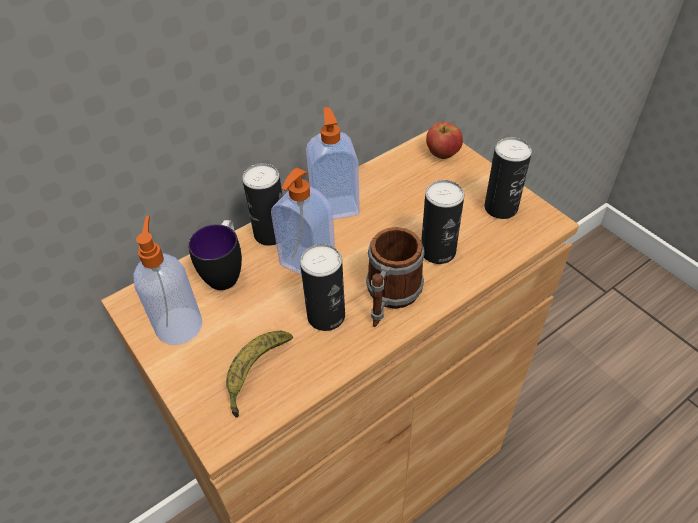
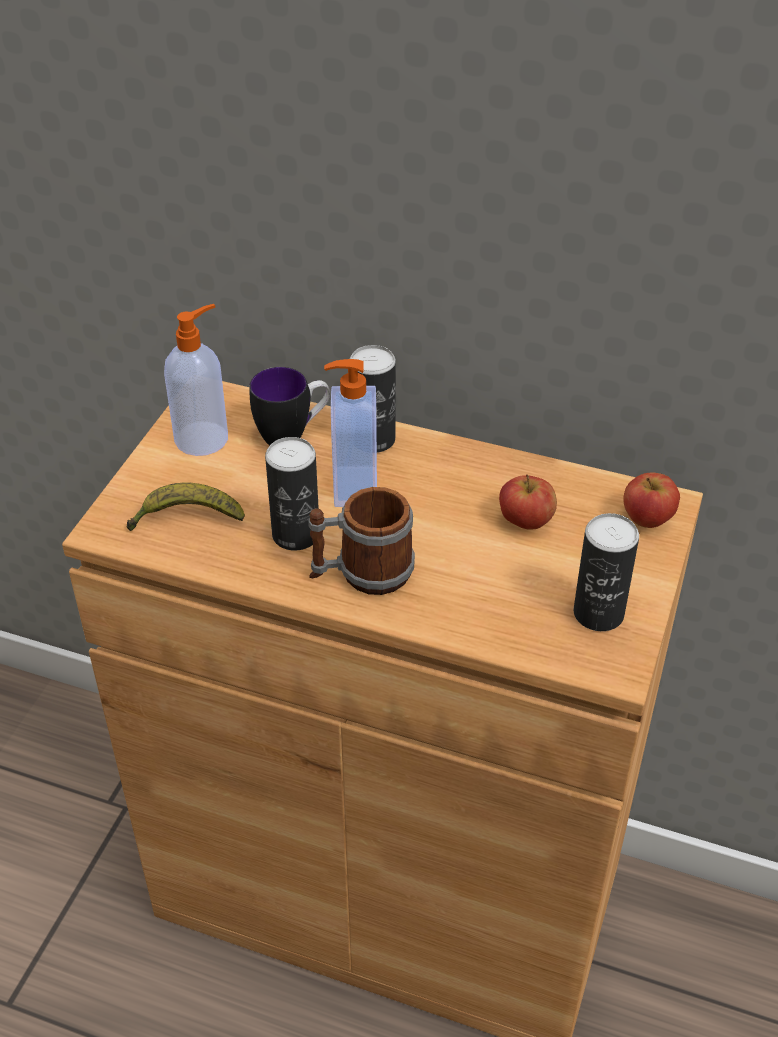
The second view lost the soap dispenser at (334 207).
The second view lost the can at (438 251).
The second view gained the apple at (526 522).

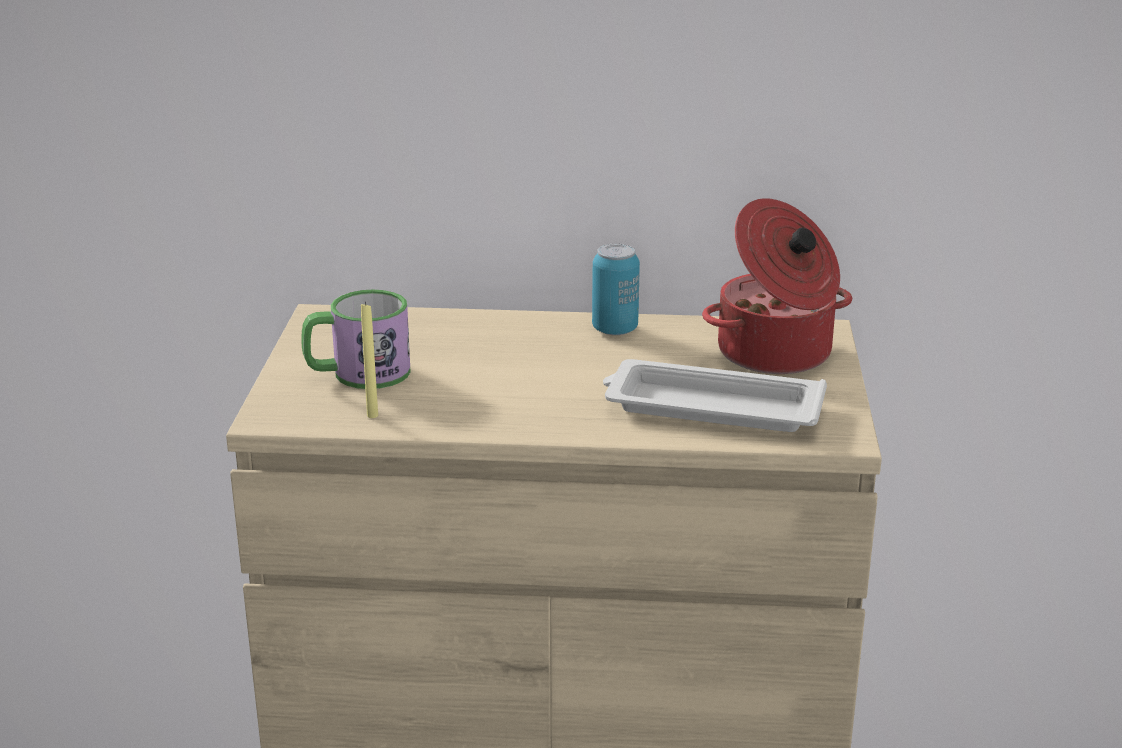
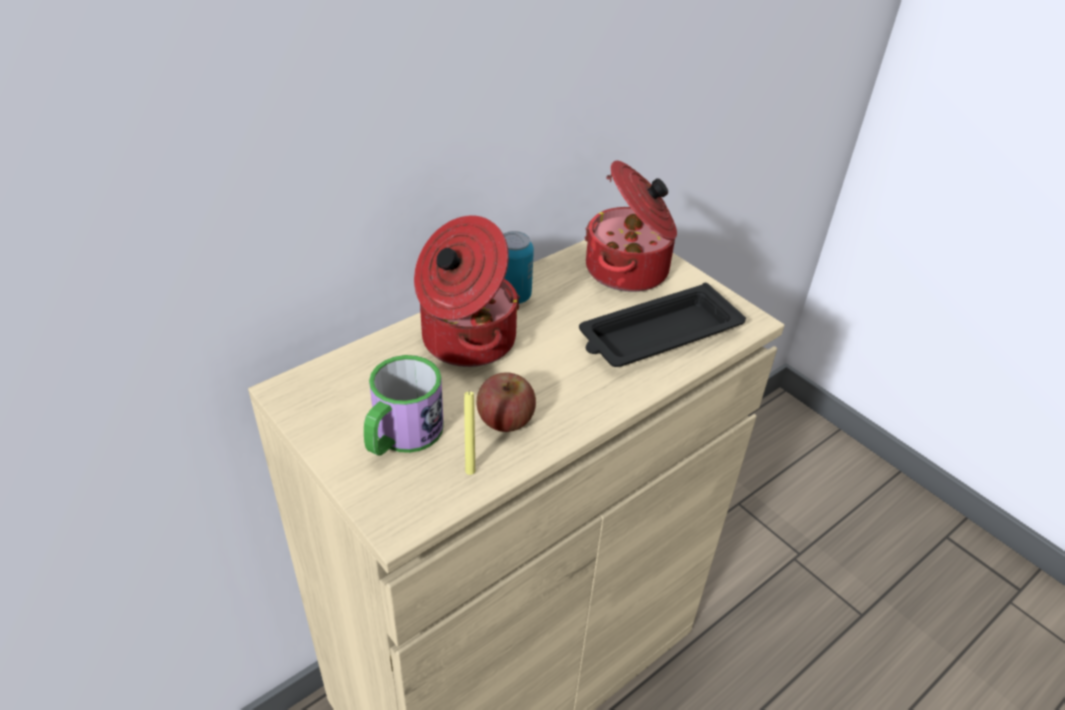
The second view gained the cooking pot at (466 340).
The second view gained the apple at (505 420).
What was the tray (white) at (710 408) turned into the tray (black) at (657 335).

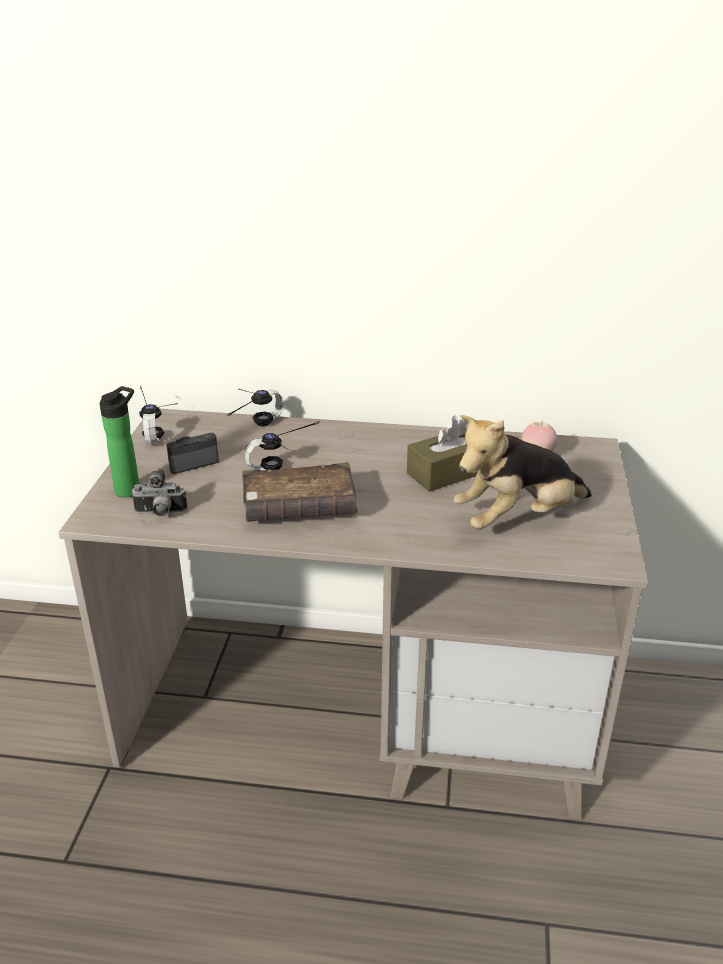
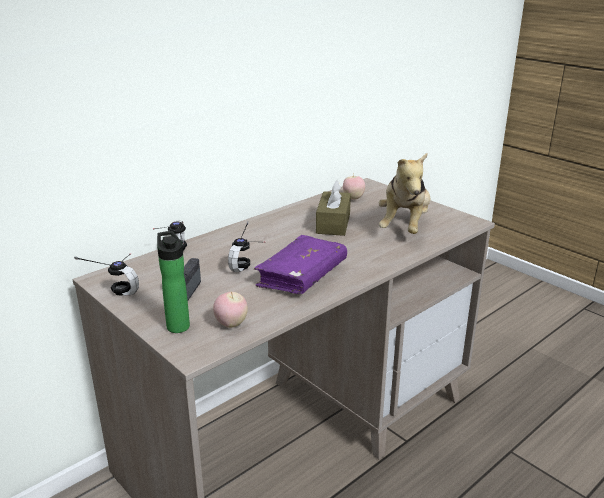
Where the photo camera stood at (160 513), the apple came to stand at (231 324).
What was the book (brown) at (299 507) turned into the book (purple) at (302 276).

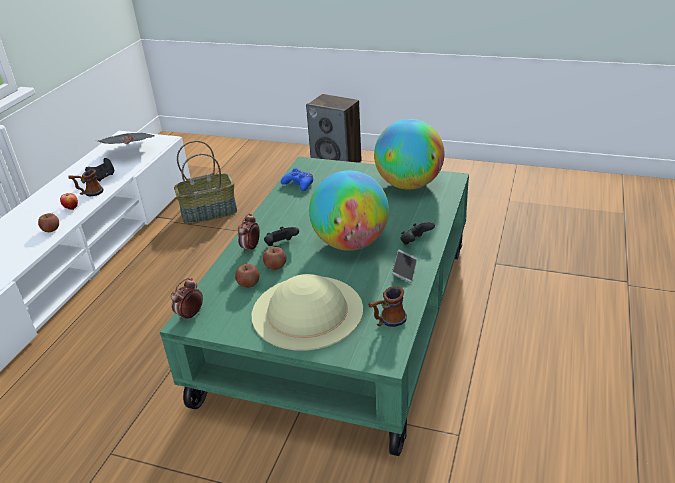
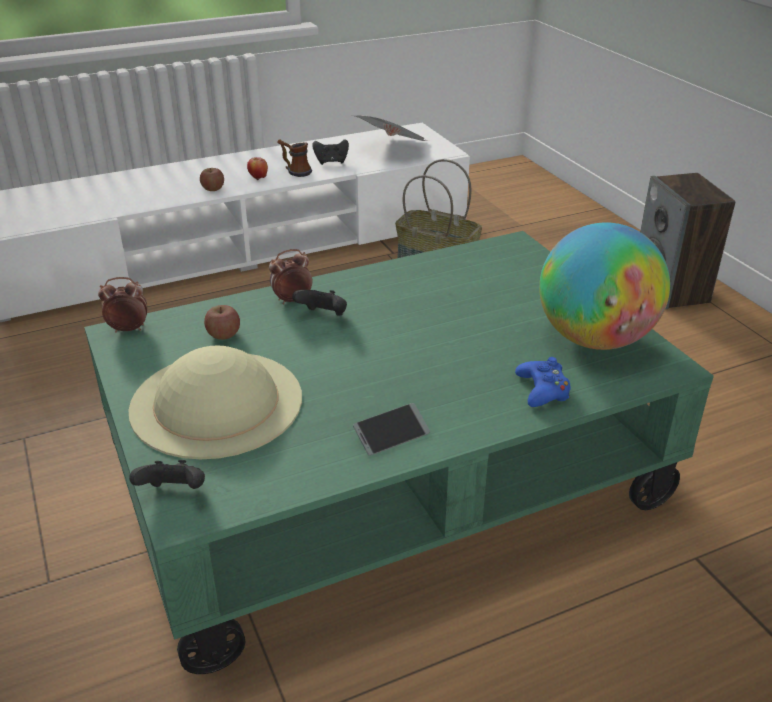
The second view lost the apple at (275 266).
The second view lost the globe at (350 243).
The second view lost the mug at (387 321).
The game controller (blue) ended up elsewhere, having gone from (299 184) to (542 390).
The game controller (black) ended up elsewhere, having gone from (415 242) to (174 493).

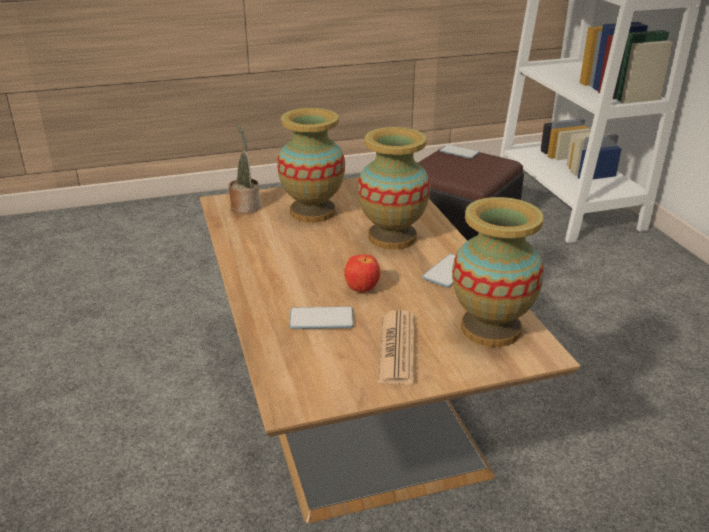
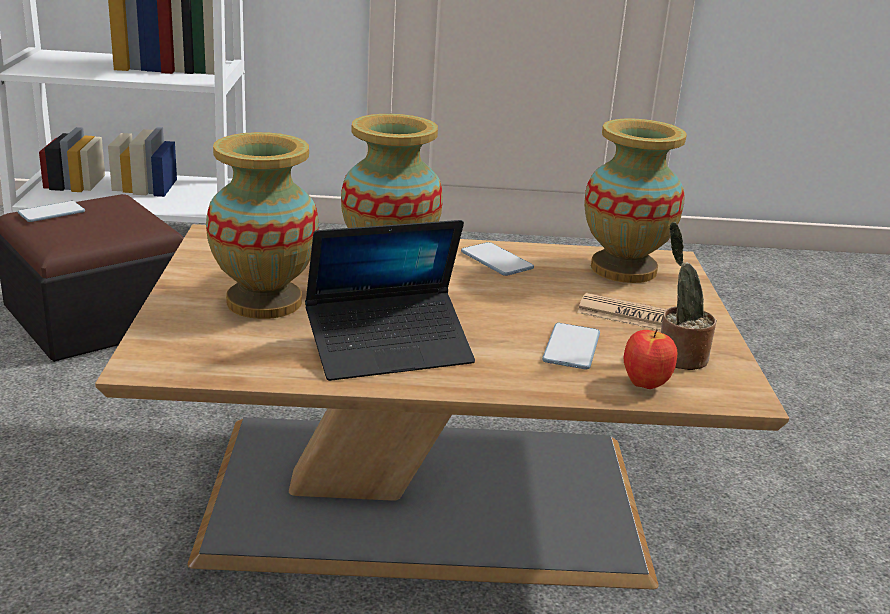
The second view gained the laptop at (389 349).
The potted plant ended up elsewhere, having gone from (245 206) to (678 357).
The apple ended up elsewhere, having gone from (362 289) to (644 384).

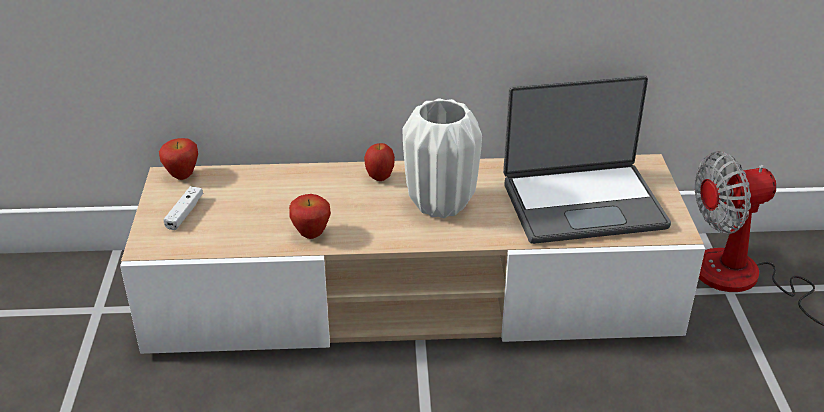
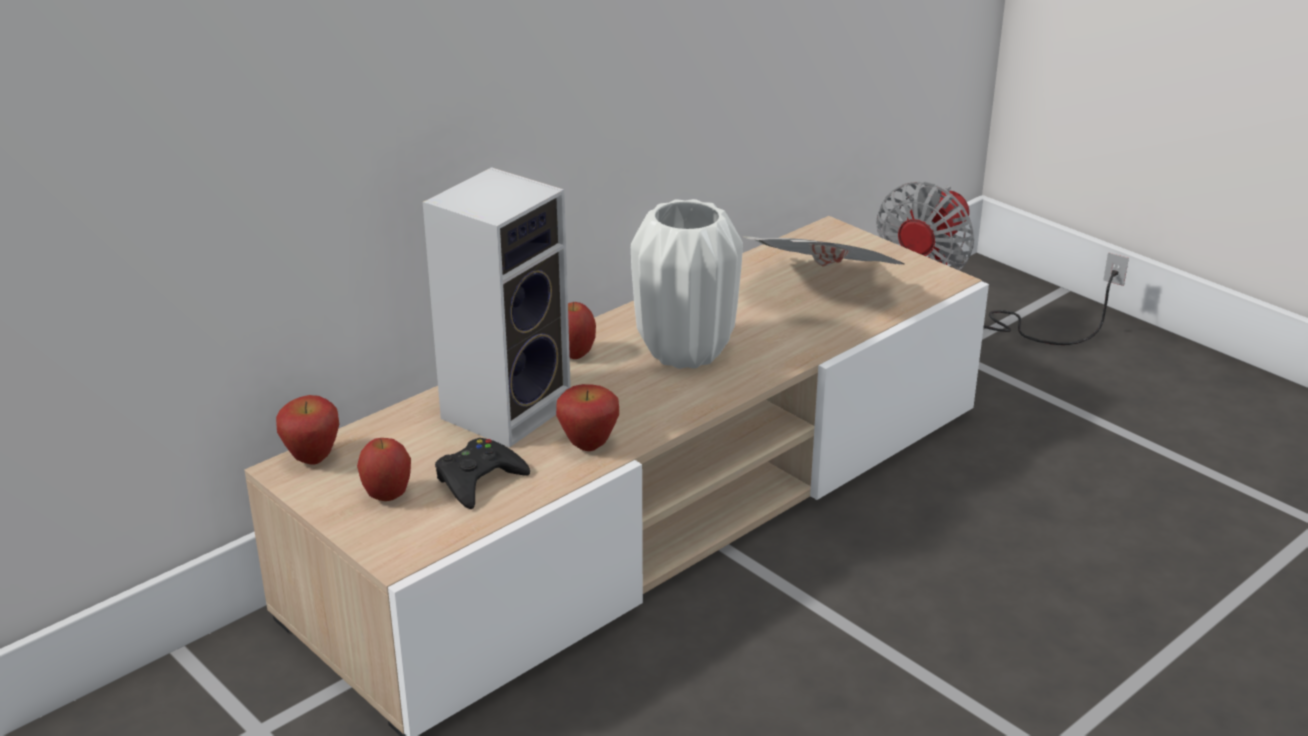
The second view gained the speaker at (507 408).
The second view gained the game controller (black) at (479 480).
Where the game controller (white) stood at (184 213), the apple came to stand at (387 496).
Where the laptop stood at (582 203), the newspaper came to stand at (825 290).

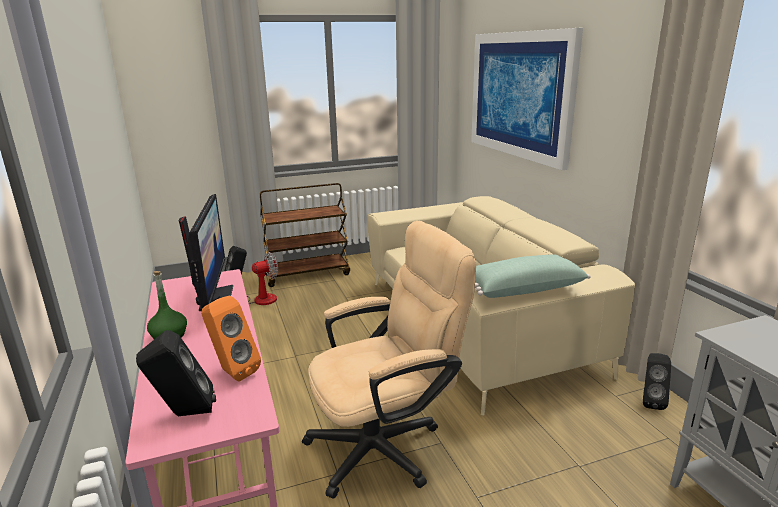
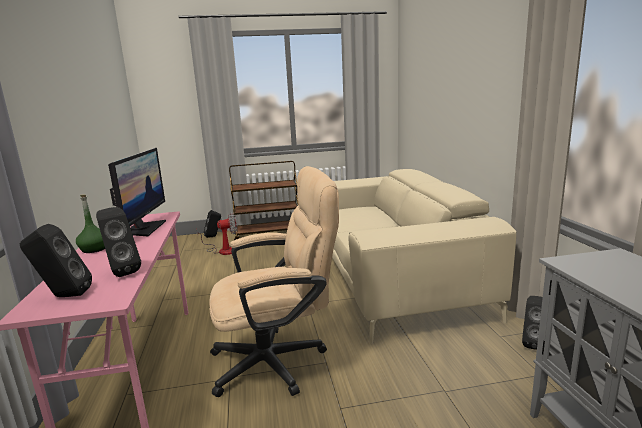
The second view lost the picture at (520 95).
The second view lost the pillow (green) at (522 288).
What was the speaker (orange) at (232 372) turned into the speaker (black) at (121 272).

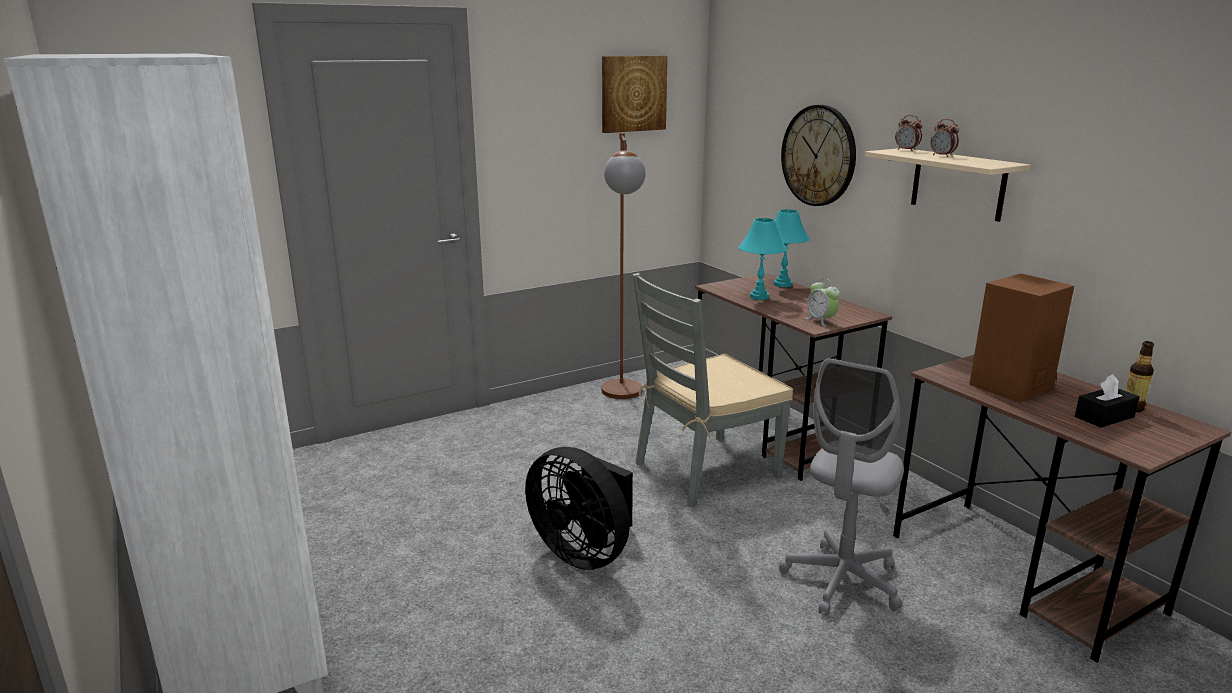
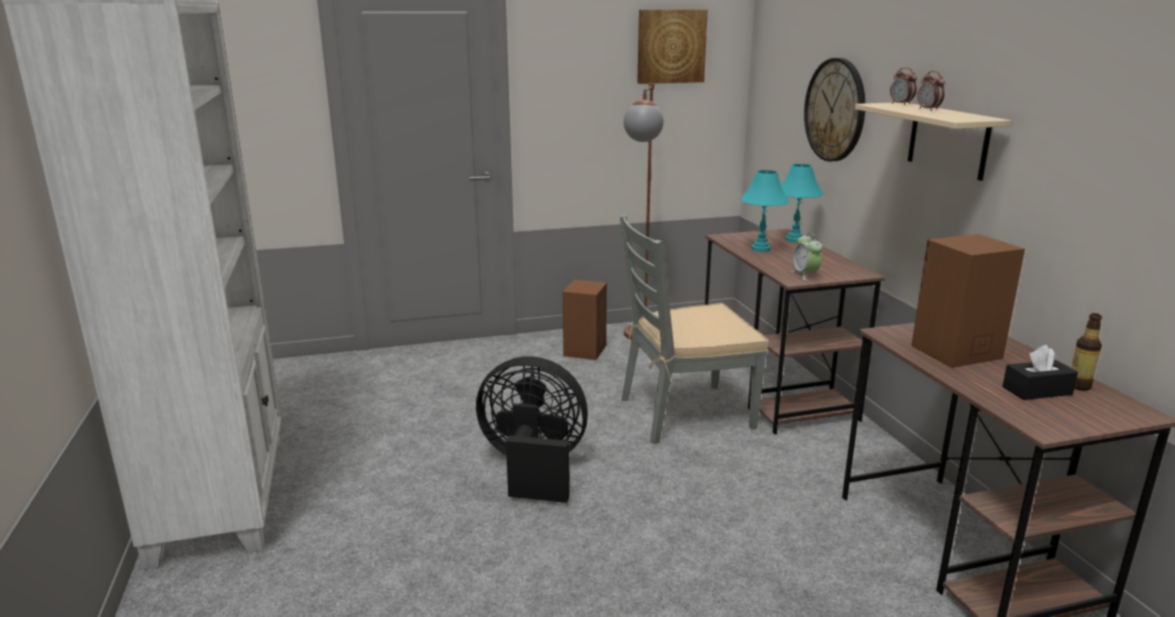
The second view lost the office chair (grey) at (842 581).
The second view gained the speaker (brown) at (585 350).
The fan (black) at (584 552) ended up facing another way, 135 degrees clockwise from before.

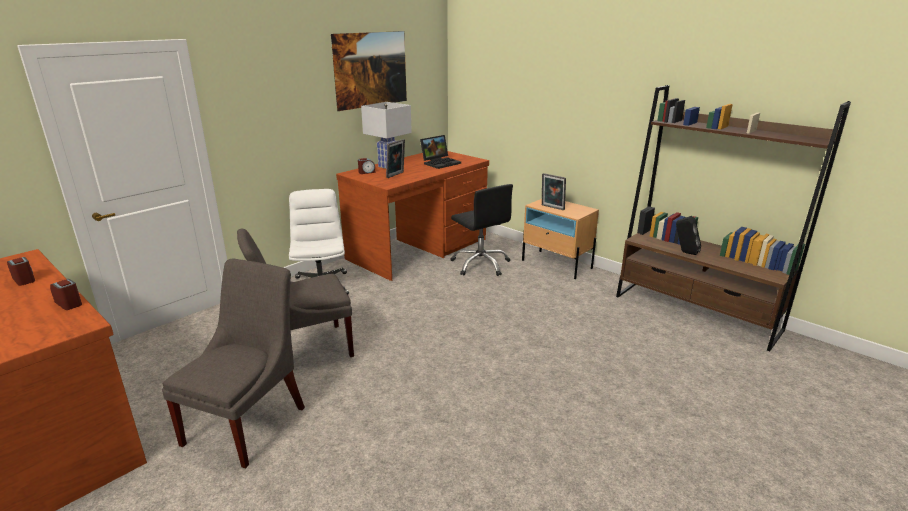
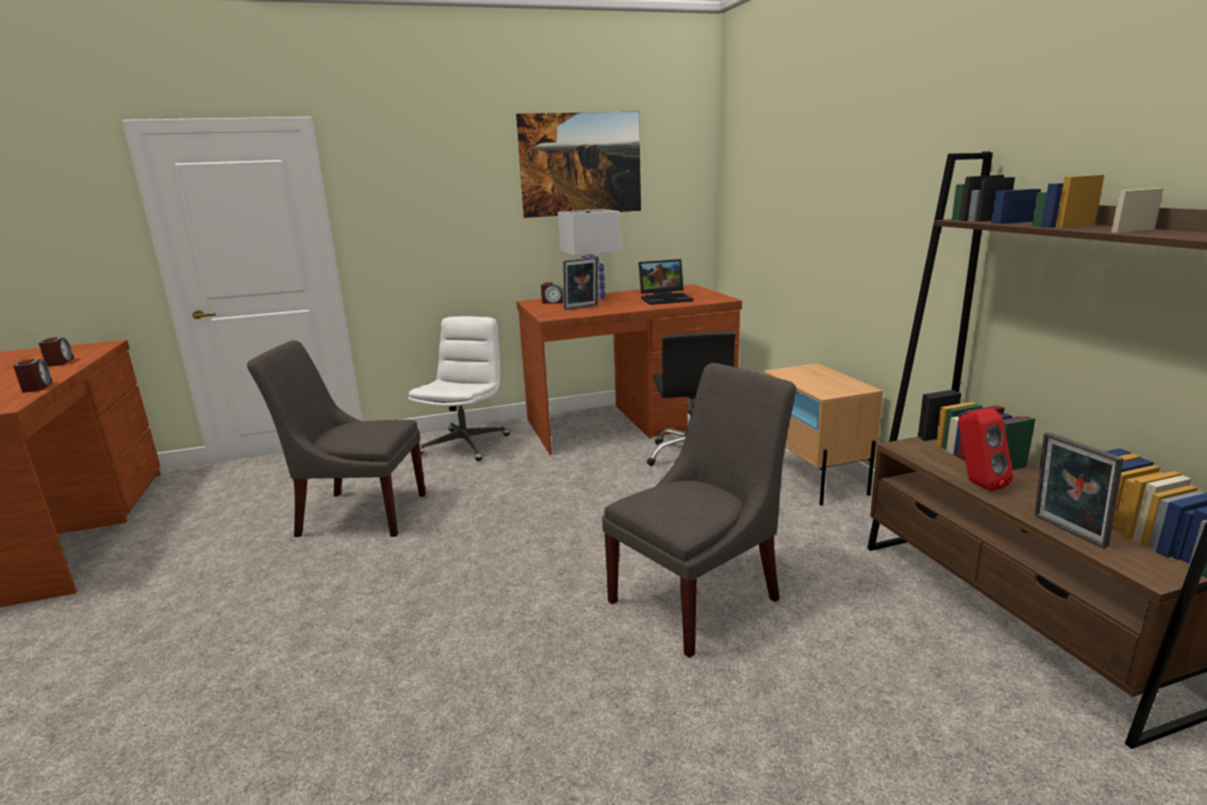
The chair (grey) ended up elsewhere, having gone from (249 422) to (699 597).
The picture frame ended up elsewhere, having gone from (552 208) to (1066 532).
What was the speaker (black) at (685 252) turned into the speaker (red) at (976 484).

